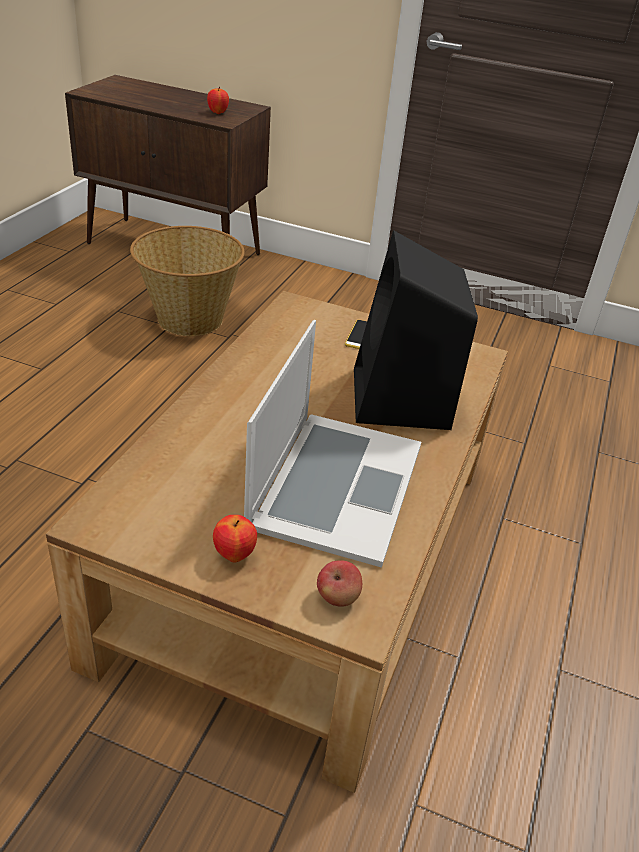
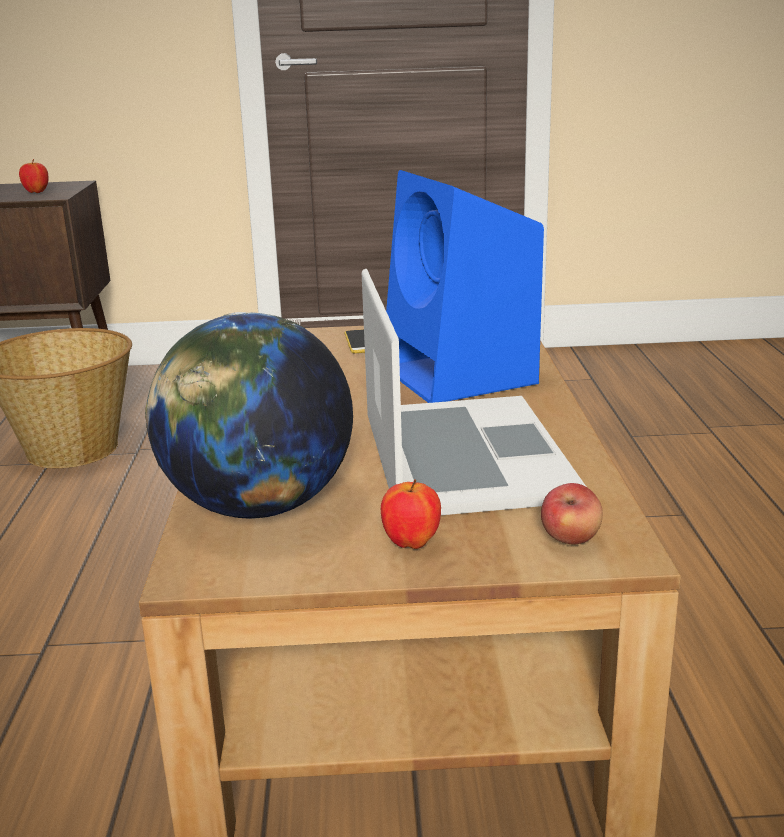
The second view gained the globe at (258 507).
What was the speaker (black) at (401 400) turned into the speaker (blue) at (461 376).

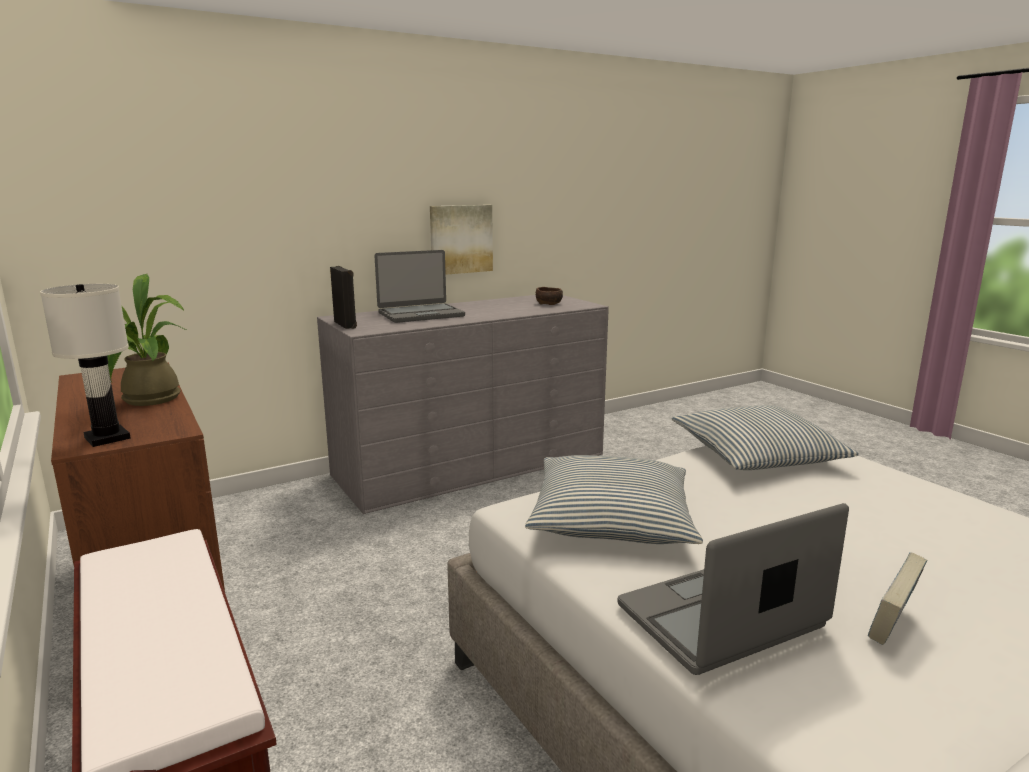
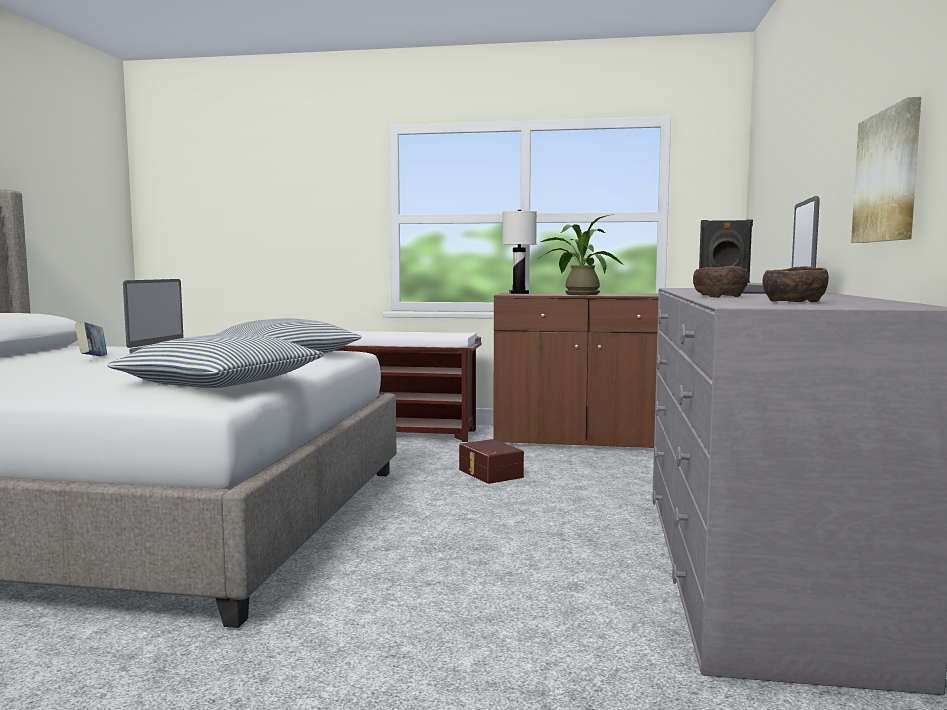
The second view gained the storage box (brown) at (489 473).
The second view gained the bowl (brown) at (718 296).

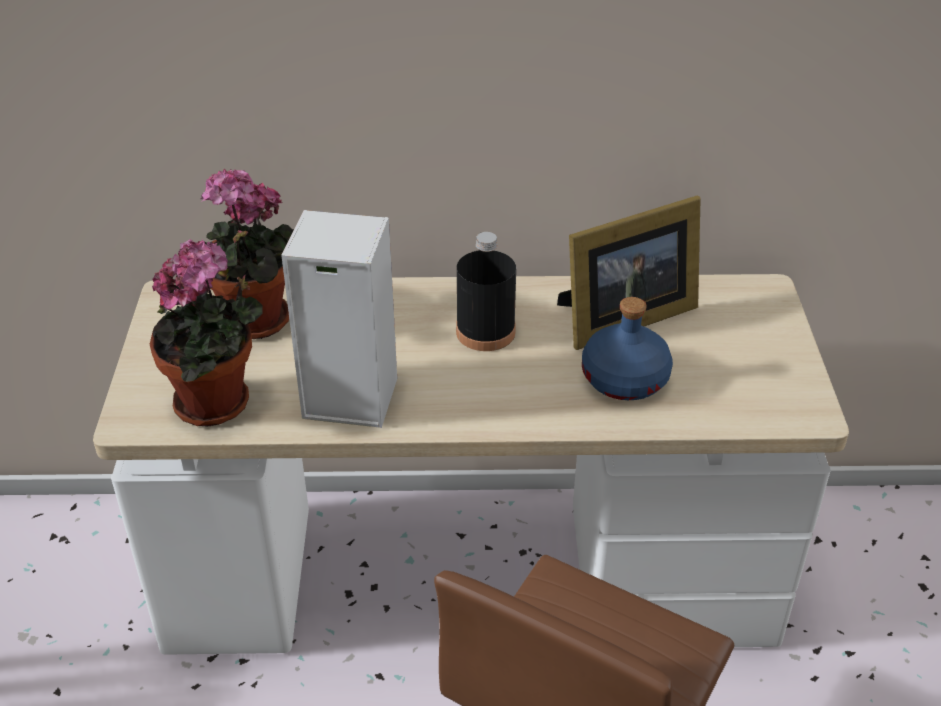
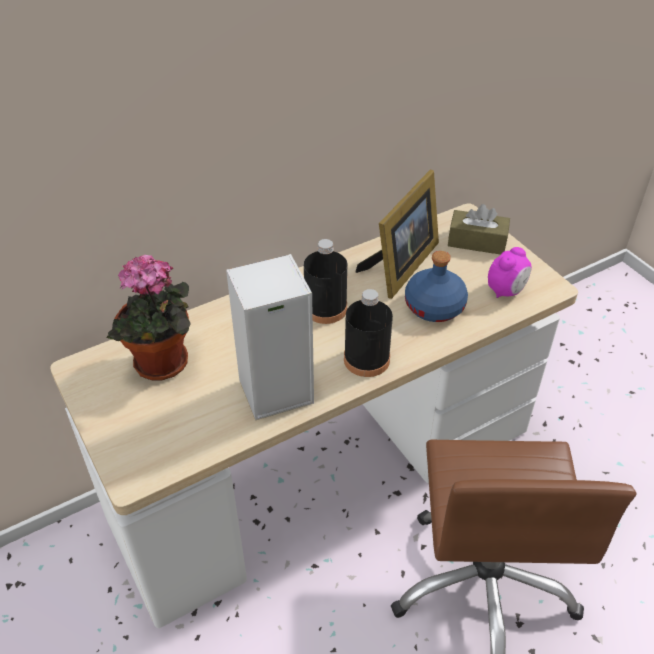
The second view lost the potted plant at (219 404).
The second view gained the bottle (black) at (366 359).
The second view gained the tissue box (brown) at (477 241).
The second view gained the alarm clock at (506 291).

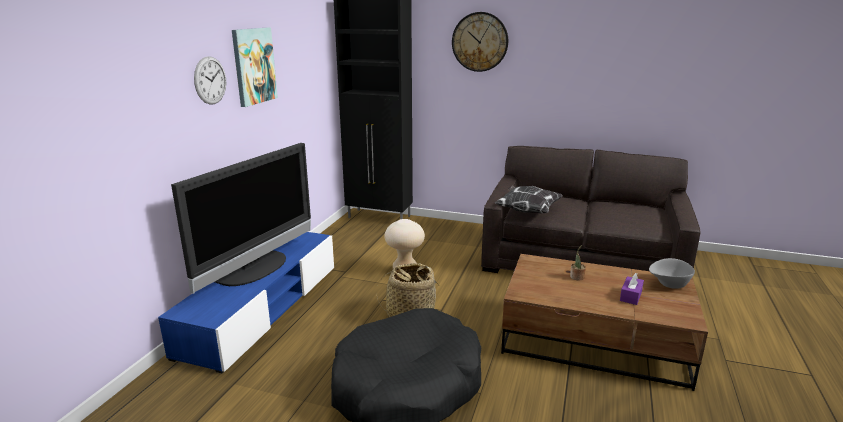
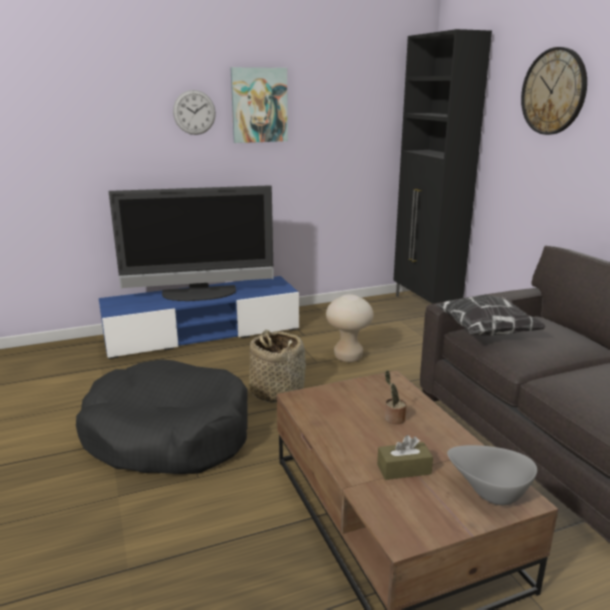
What was the tissue box (purple) at (630 296) turned into the tissue box (brown) at (404 469).

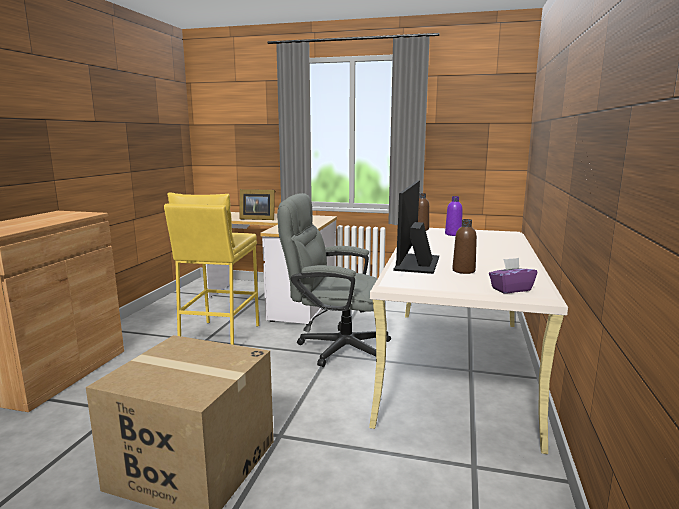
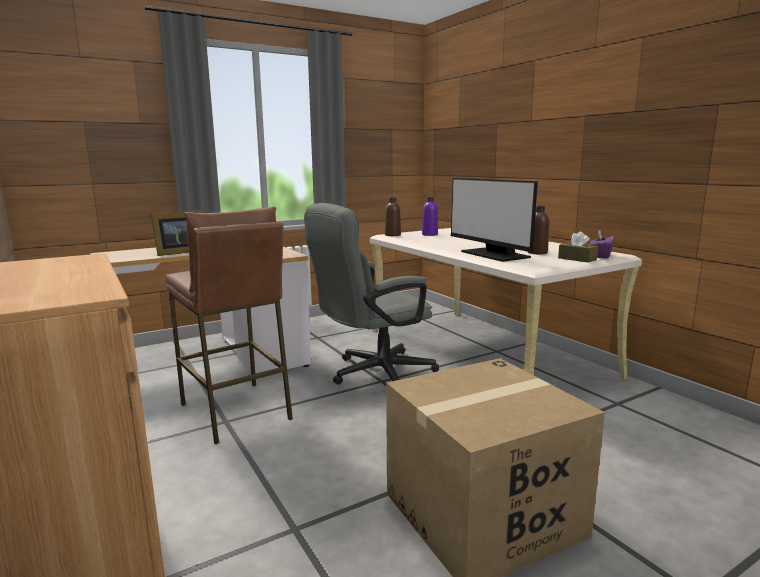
The second view gained the tissue box (brown) at (577 259).
What was the stool (yellow) at (219 337) turned into the stool (brown) at (235 411).

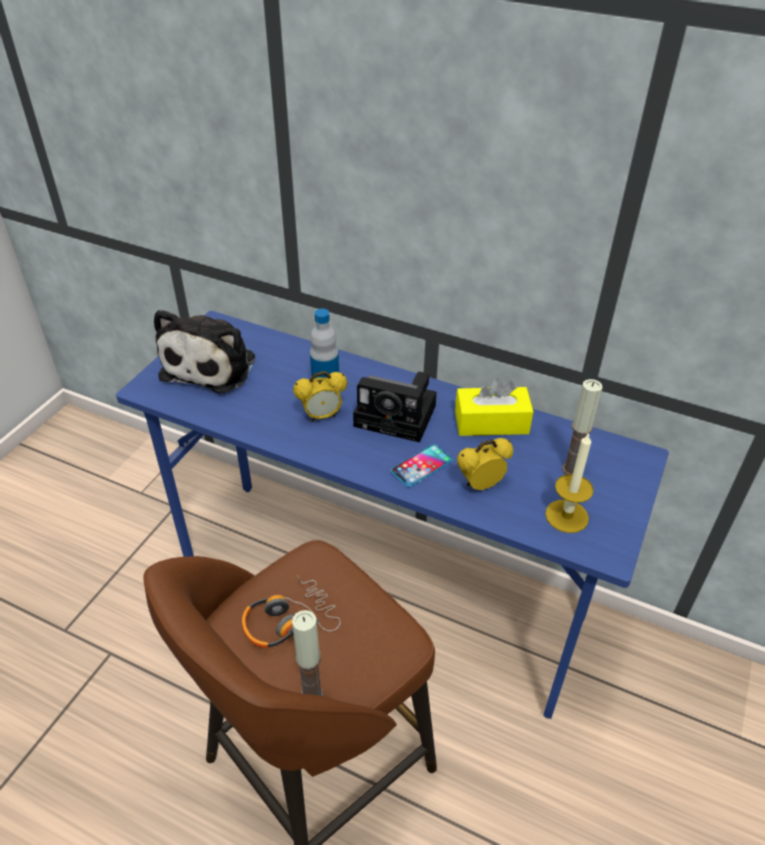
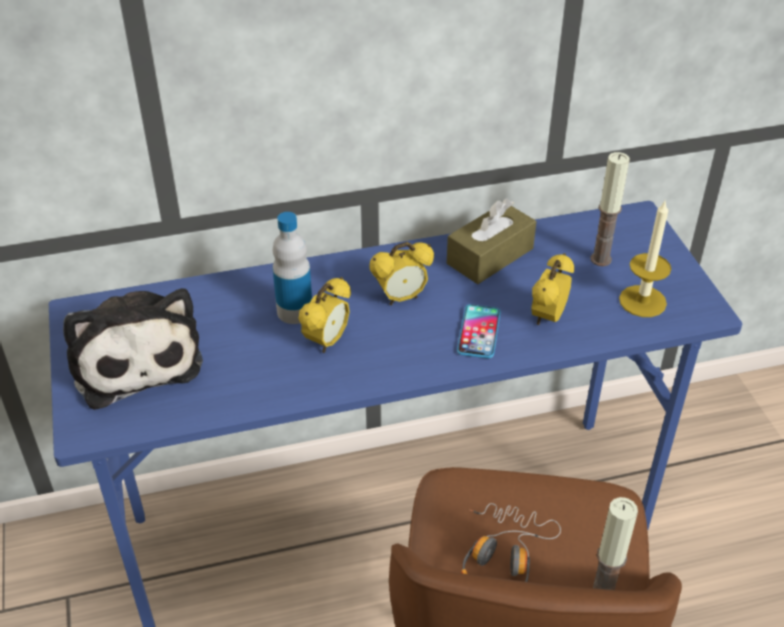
Where the photo camera stood at (399 416), the alarm clock came to stand at (401 298).
What was the tissue box (yellow) at (491 422) turned into the tissue box (brown) at (490 256).

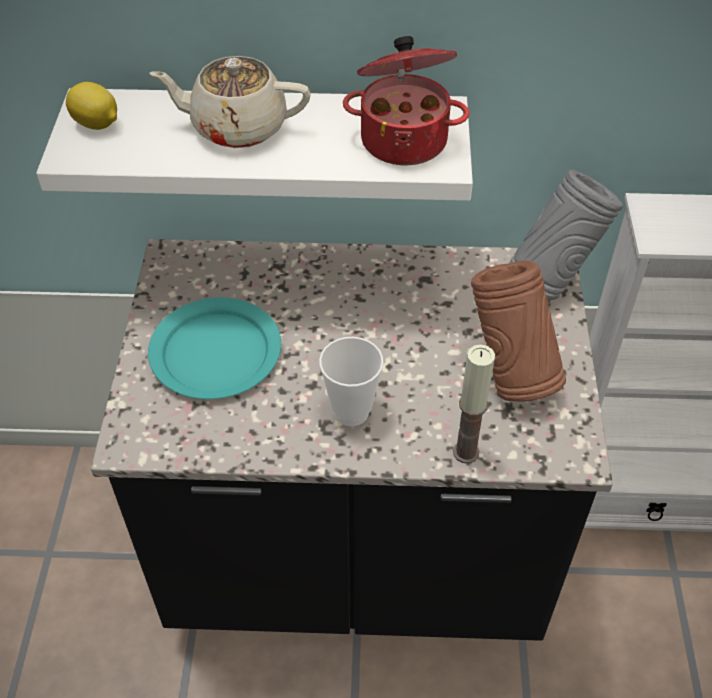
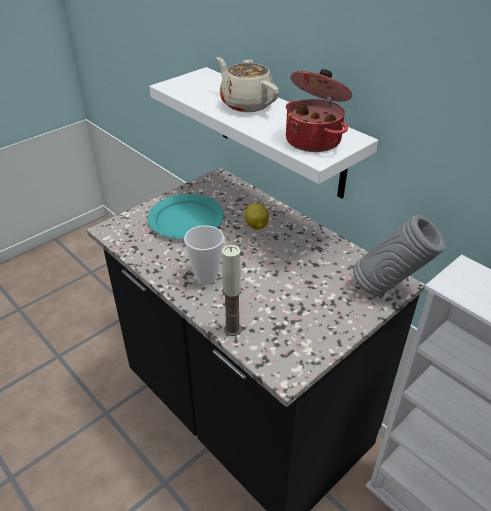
The second view lost the vase (brown) at (510 374).
The lemon ended up elsewhere, having gone from (97 125) to (256 226).

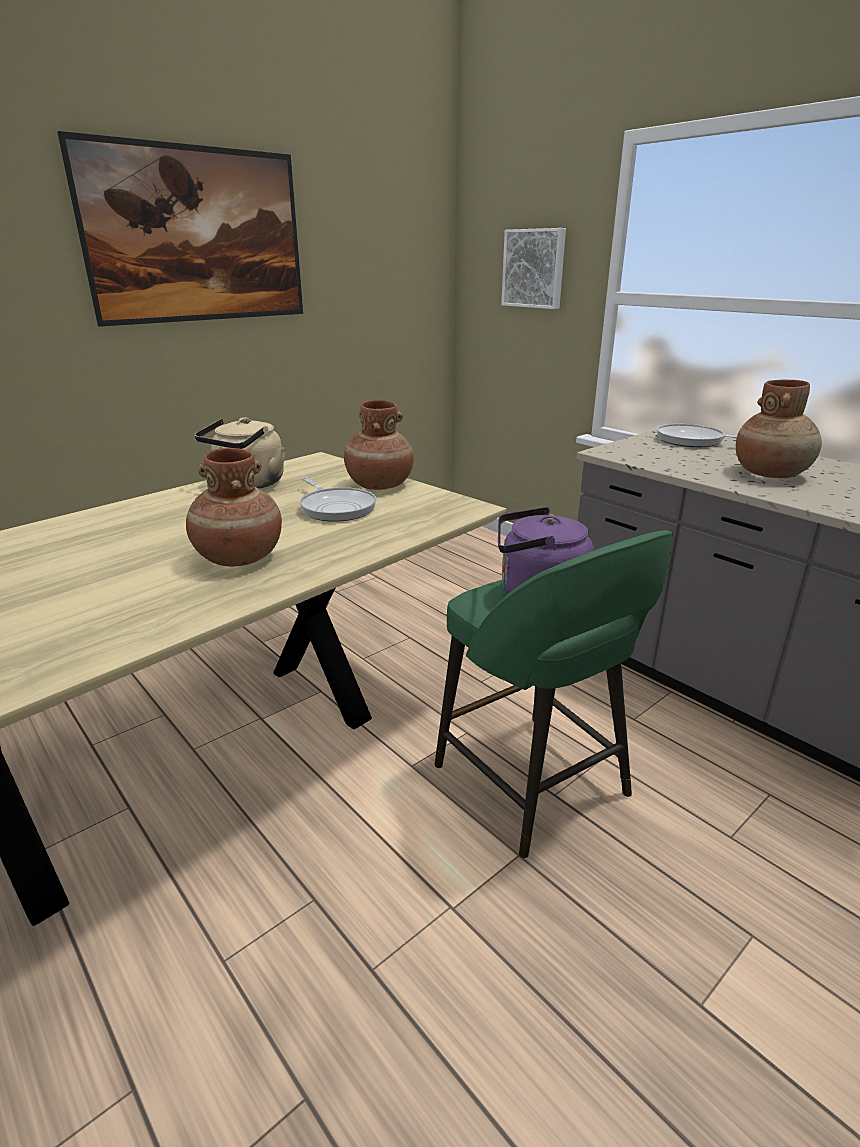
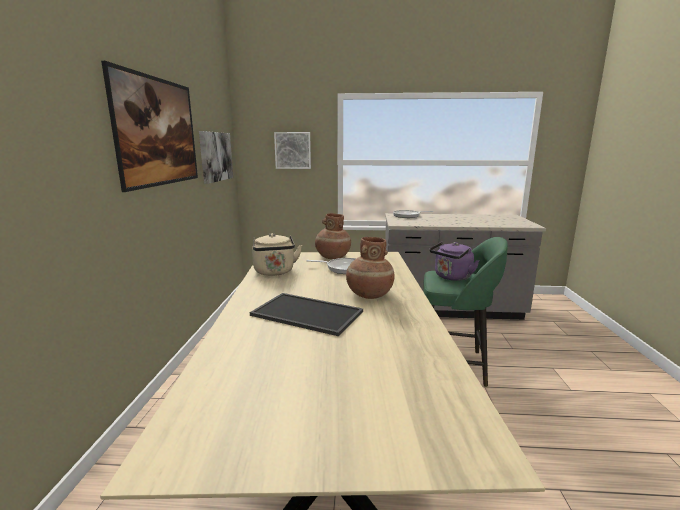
The second view lost the vase (brown) at (770 474).
The second view gained the picture at (215 156).
The second view gained the tray at (305 314).

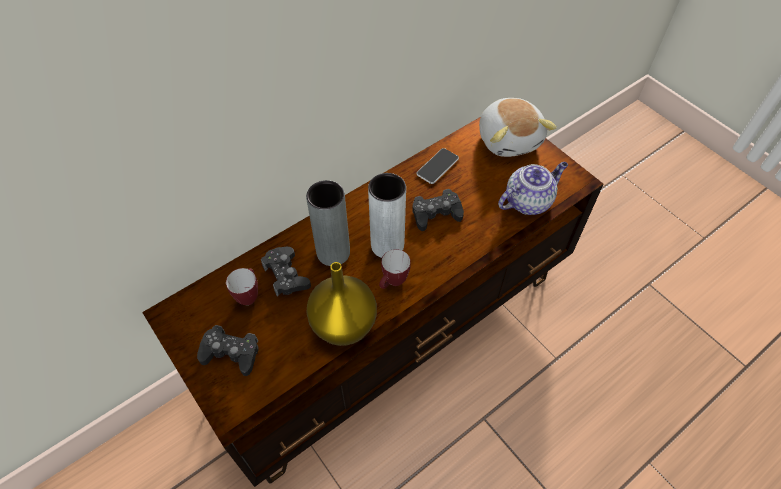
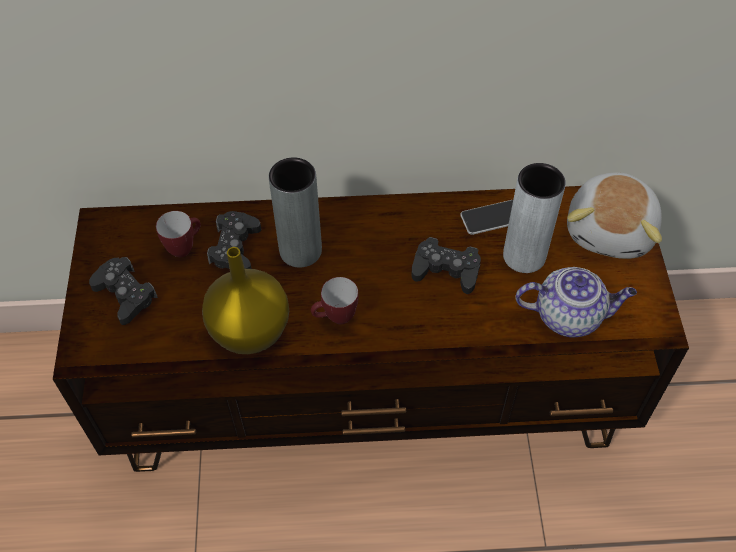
The vase (grey) ended up elsewhere, having gone from (387 245) to (524 256).

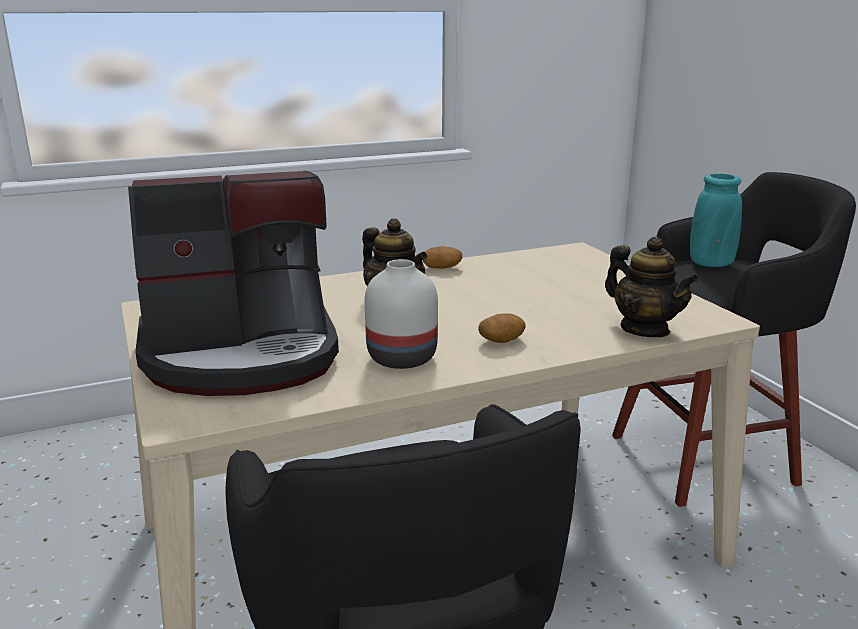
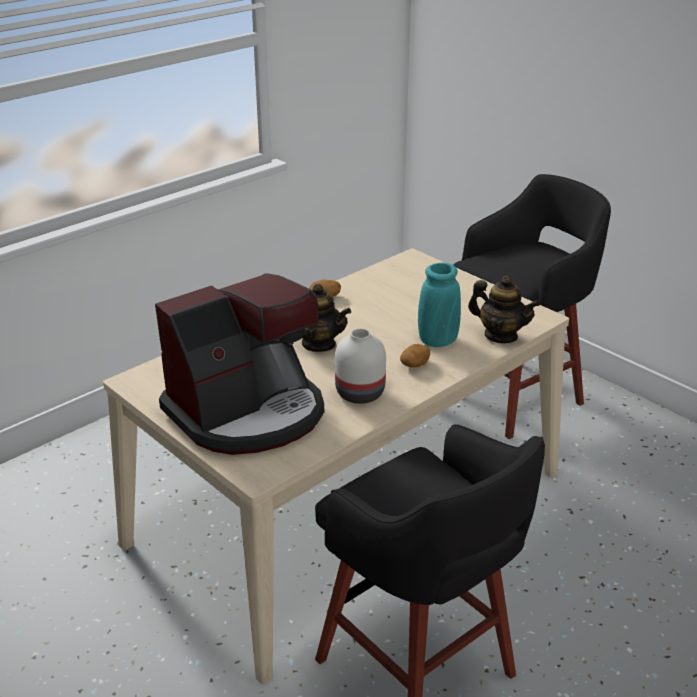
The vase (turquoise) ended up elsewhere, having gone from (711 264) to (438 341).

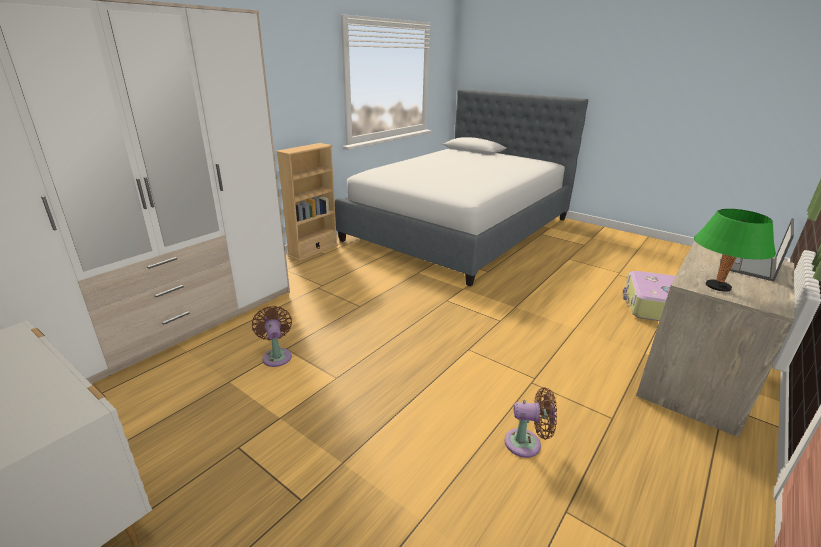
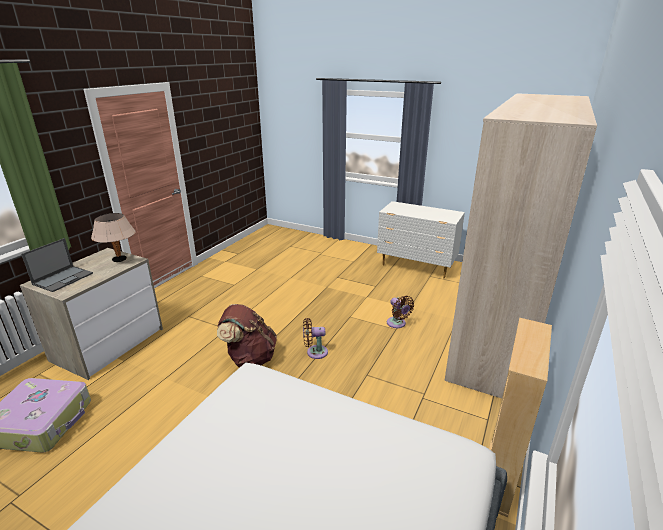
The second view gained the backpack (brown) at (249 358).
The fan (brown) ended up elsewhere, having gone from (527 443) to (314 352).
What was the table lamp (green) at (718 287) turned into the table lamp (beige) at (119 259).

